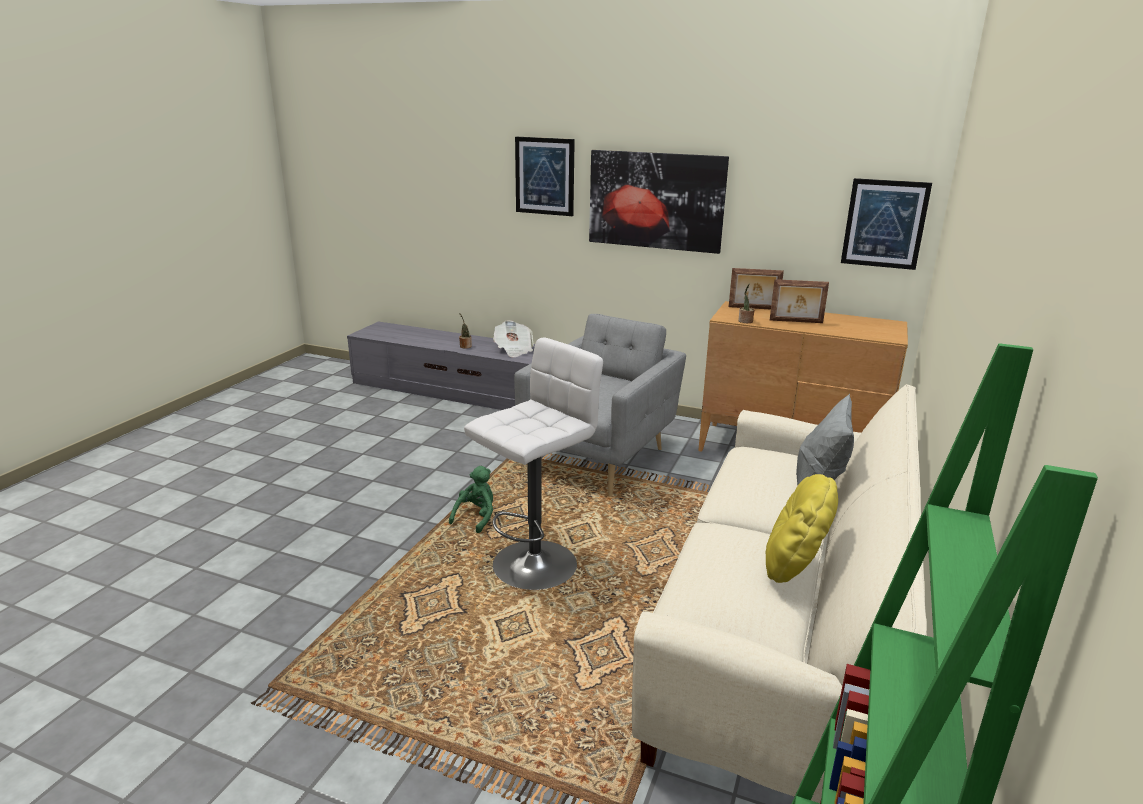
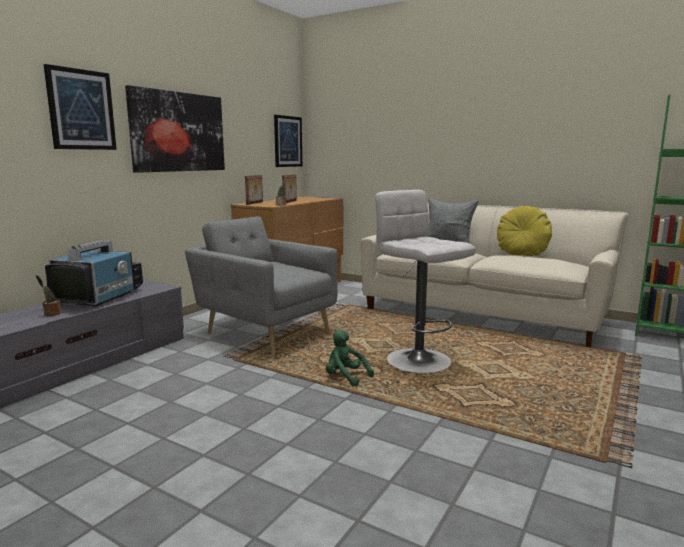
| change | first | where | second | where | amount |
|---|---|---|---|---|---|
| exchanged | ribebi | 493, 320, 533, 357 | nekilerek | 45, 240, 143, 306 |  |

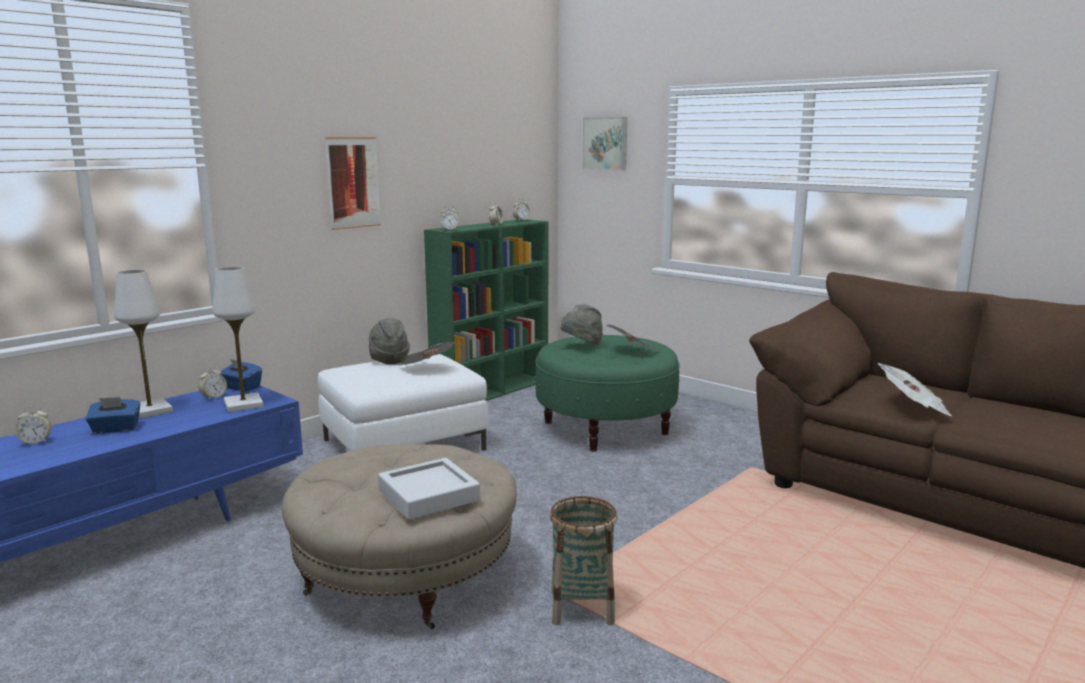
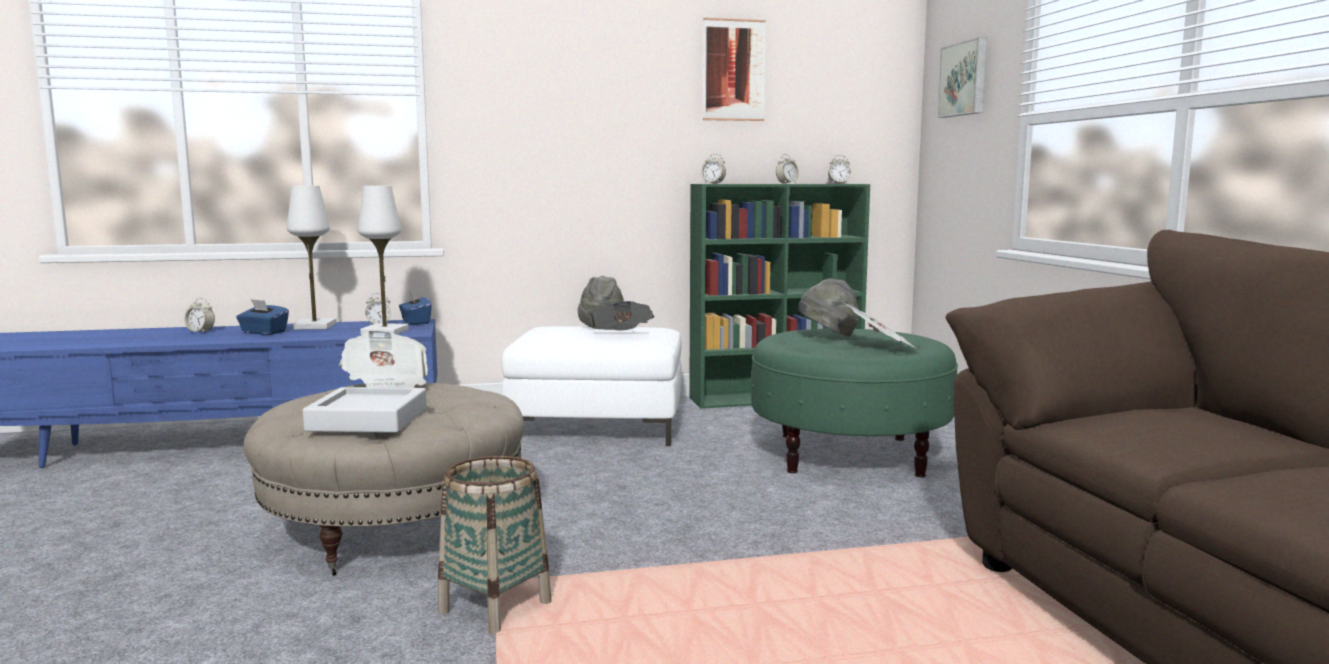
| change | first | where | second | where | amount |
|---|---|---|---|---|---|
| relocated | ribebi | 878, 363, 952, 416 |  | 339, 329, 428, 388 |  |
| relocated | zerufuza | 325, 137, 381, 230 |  | 703, 18, 766, 121 |  |

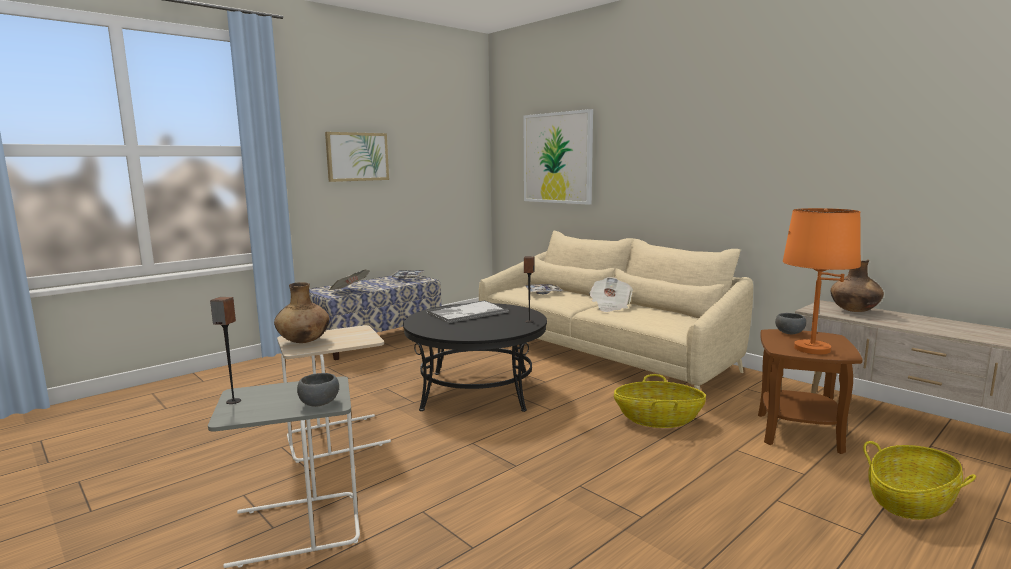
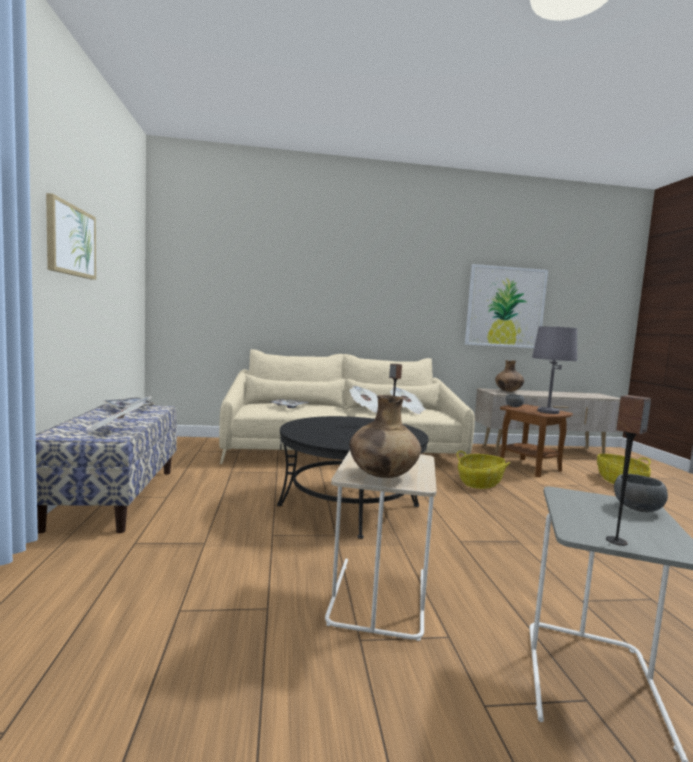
| change | first | where | second | where | amount |
|---|---|---|---|---|---|
| appeared |  |  | ribebi | 390, 387, 426, 414 |  |
| relocated | zerufuza | 523, 109, 593, 205 |  | 465, 264, 548, 348 |  |
| colour | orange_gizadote | 783, 208, 861, 354 | grey_gizadote | 532, 326, 577, 414 |  |
| missing | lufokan | 427, 300, 509, 323 |  |  |  |

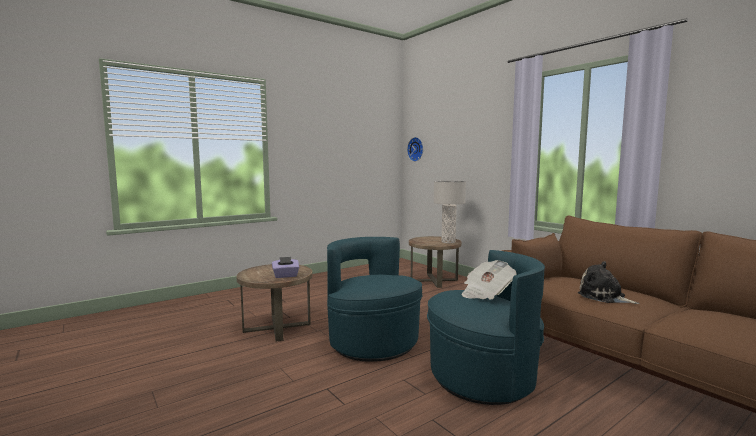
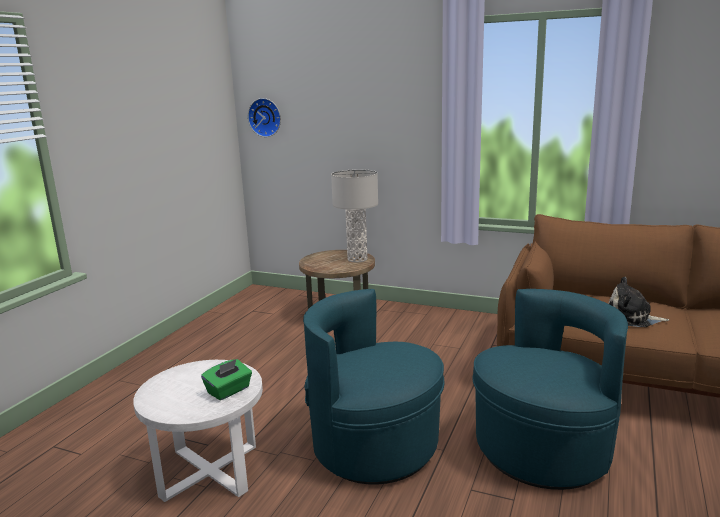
| change | first | where | second | where | amount |
|---|---|---|---|---|---|
| colour | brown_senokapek | 237, 264, 312, 341 | white_senokapek | 133, 360, 263, 502 |  |
| colour | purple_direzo | 272, 257, 299, 278 | green_direzo | 201, 359, 252, 400 |  |
| missing | ribebi | 462, 260, 517, 300 |  |  |  |

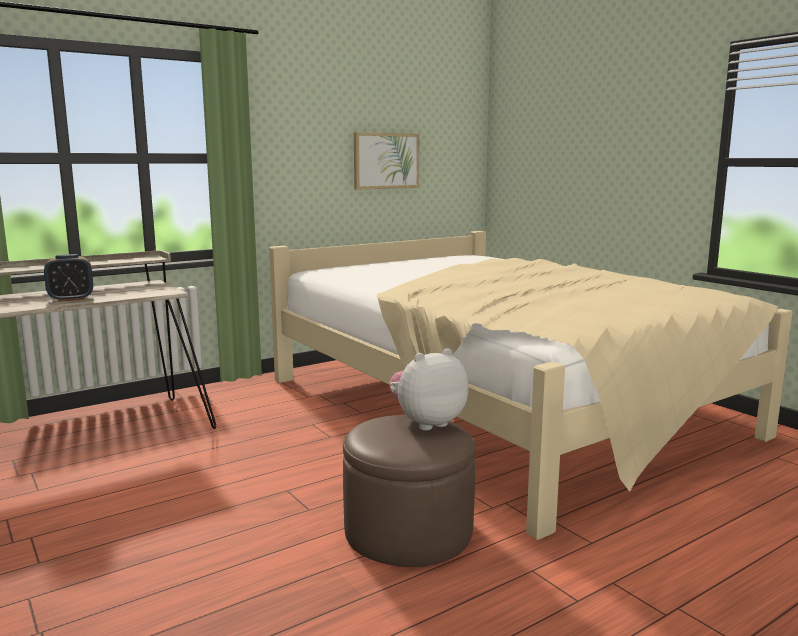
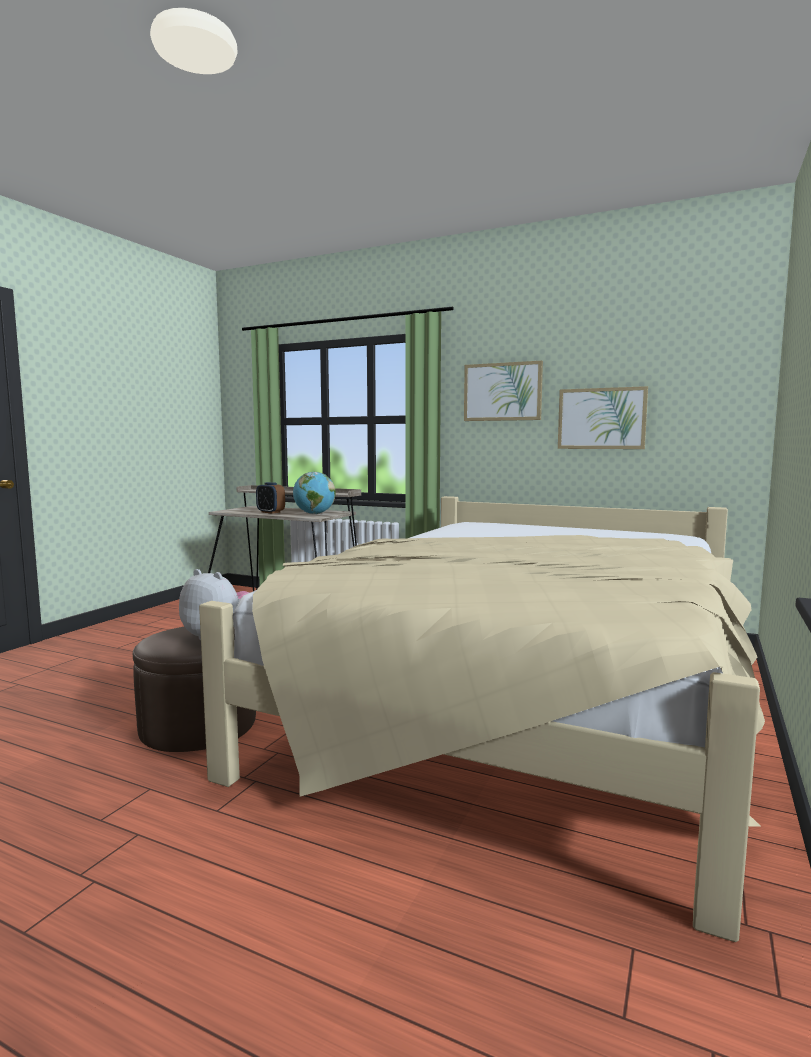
| change | first | where | second | where | amount |
|---|---|---|---|---|---|
| appeared |  |  | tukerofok | 293, 472, 336, 514 |  |
| appeared |  |  | zerufuza | 464, 361, 543, 421 |  |

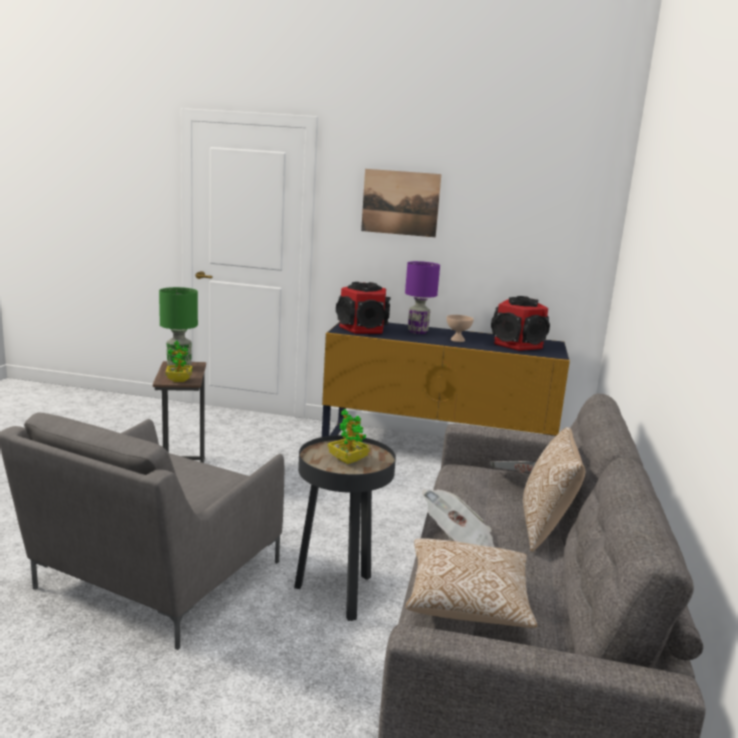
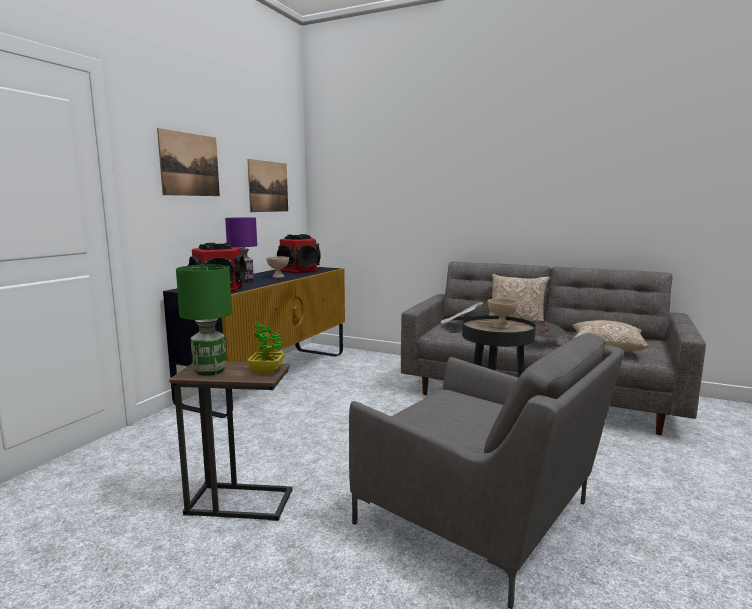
| change | first | where | second | where | amount |
|---|---|---|---|---|---|
| appeared |  |  | zerufuza | 248, 159, 288, 212 |  |
| exchanged | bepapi | 328, 409, 370, 464 | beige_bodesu | 487, 298, 519, 329 |  |

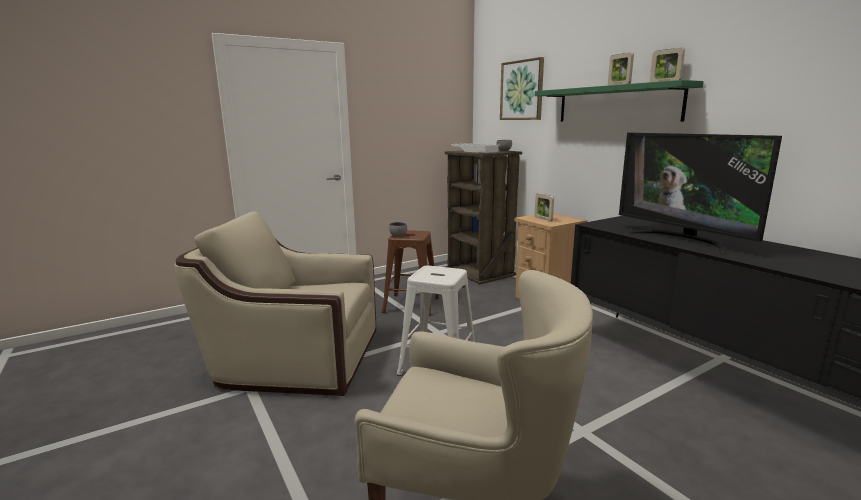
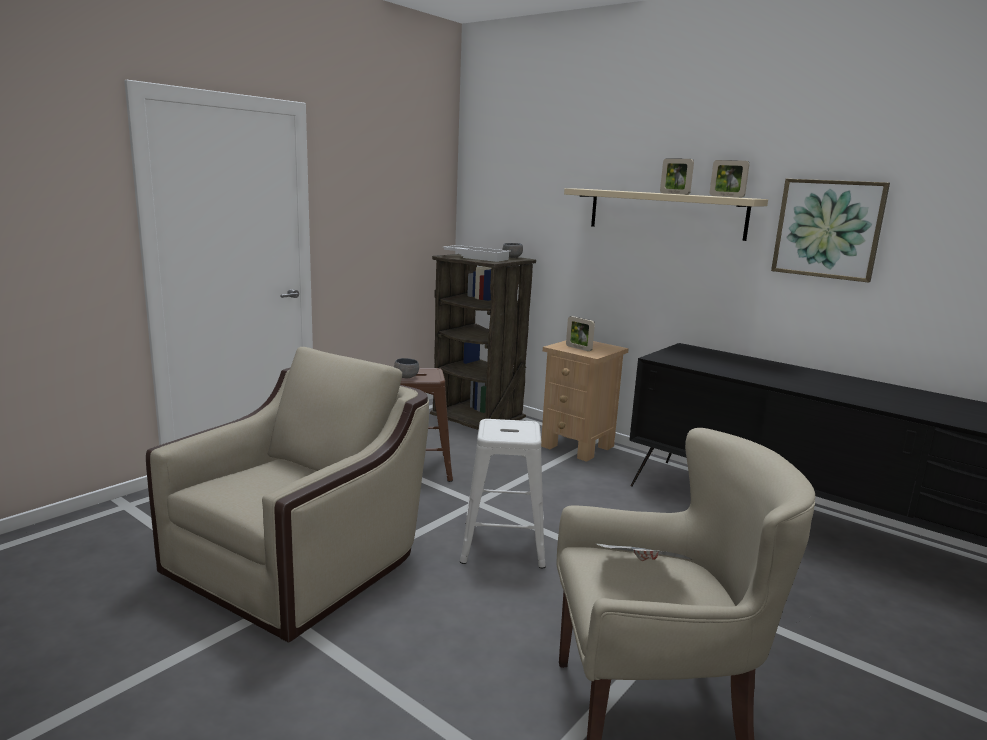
| change | first | where | second | where | amount |
|---|---|---|---|---|---|
| spun | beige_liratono | 175, 211, 377, 396 |  | 146, 347, 429, 643 | 135 degrees clockwise |
| colour | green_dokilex | 535, 80, 704, 122 | beige_dokilex | 564, 188, 768, 241 |  |
| appeared |  |  | ribebi | 595, 543, 693, 561 |  |
| relocated | zerufuza | 500, 57, 544, 120 |  | 771, 179, 890, 283 |  |
| missing | nekilerek | 619, 133, 782, 253 |  |  |  |

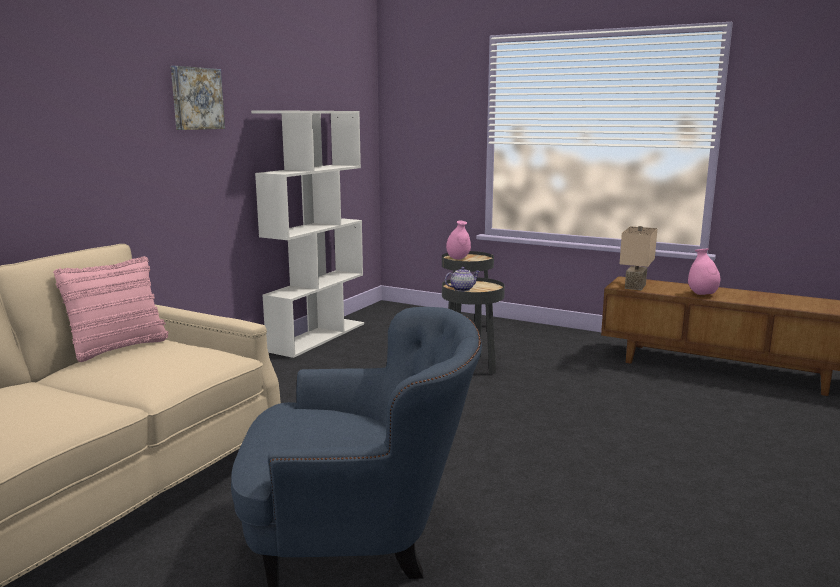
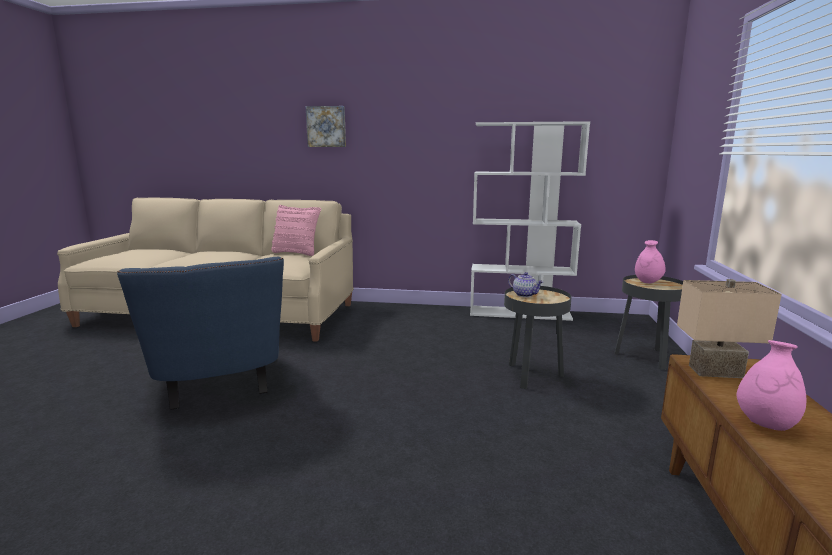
| change | first | where | second | where | amount |
|---|---|---|---|---|---|
| relocated | zerufuza | 171, 66, 225, 130 |  | 306, 106, 346, 147 |  |

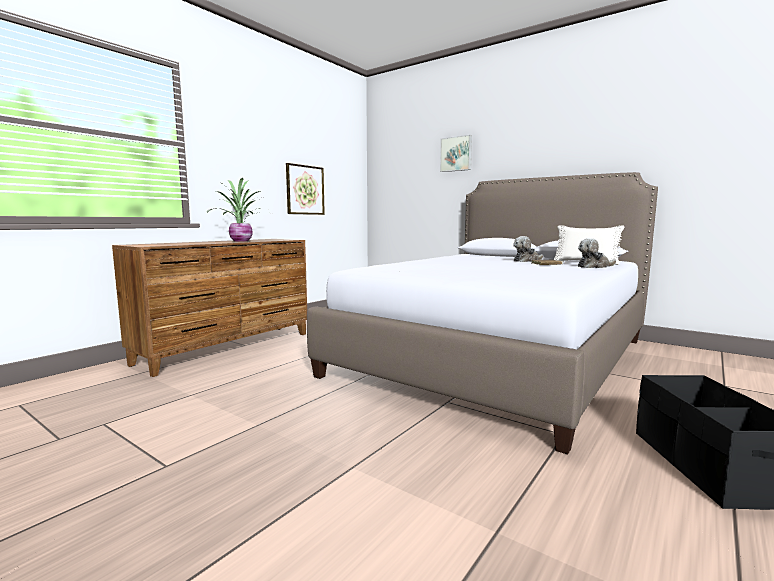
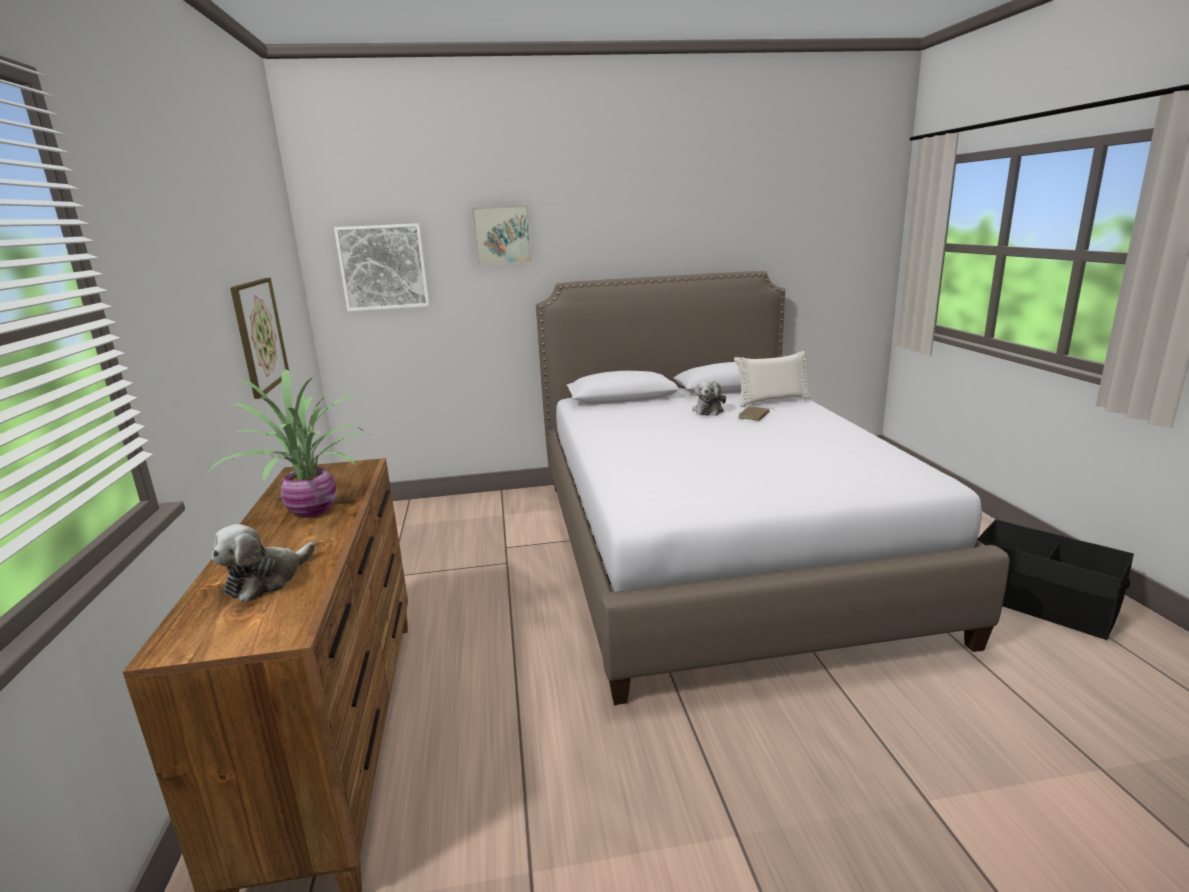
| change | first | where | second | where | amount |
|---|---|---|---|---|---|
| relocated | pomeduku | 578, 238, 616, 268 |  | 212, 524, 315, 602 |  |
| appeared |  |  | zerufuza | 334, 223, 430, 312 |  |

